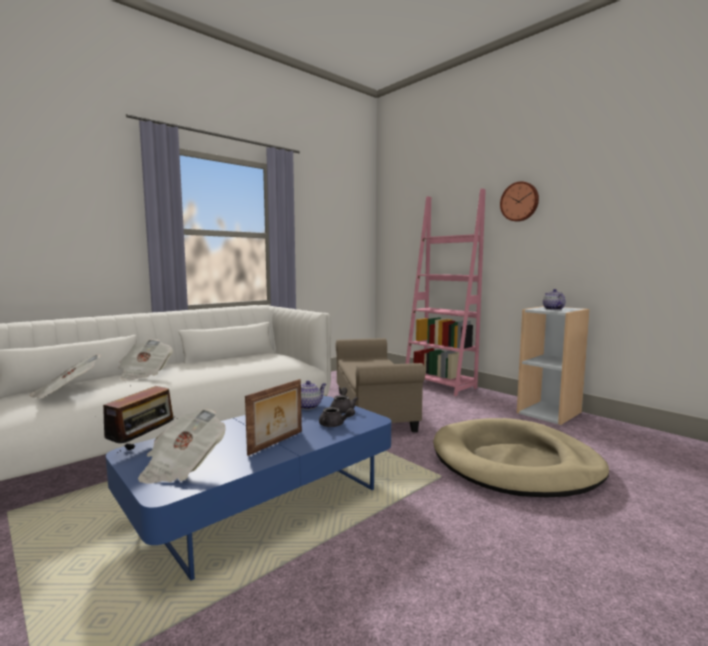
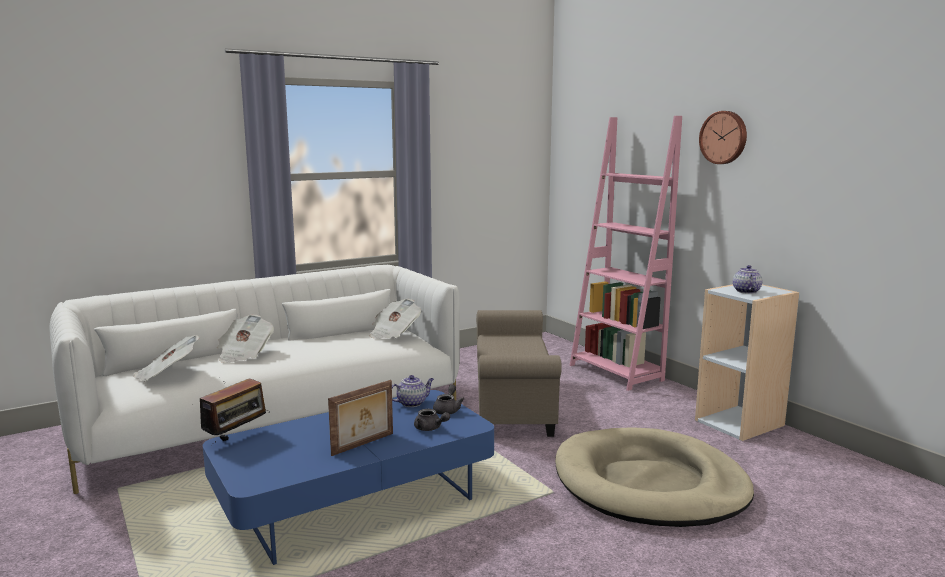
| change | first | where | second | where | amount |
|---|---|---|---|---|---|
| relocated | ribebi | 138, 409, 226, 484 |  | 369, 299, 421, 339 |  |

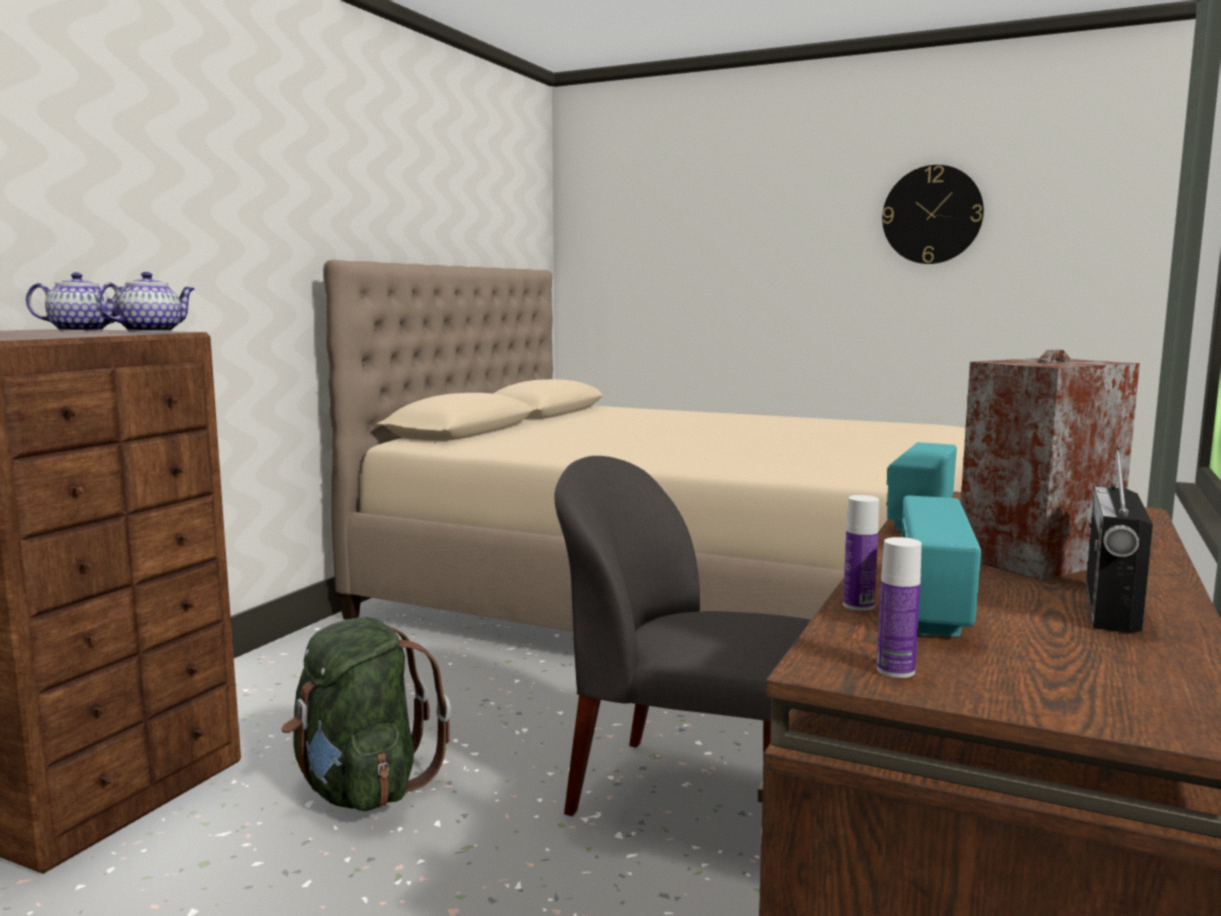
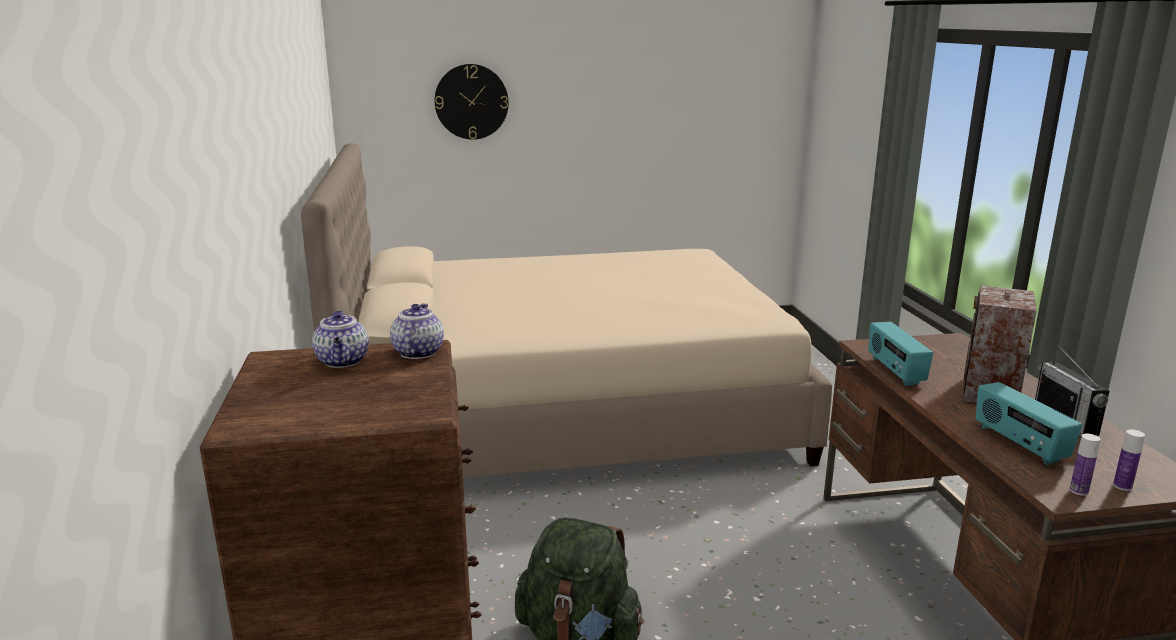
| change | first | where | second | where | amount |
|---|---|---|---|---|---|
| spun | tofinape | 26, 272, 123, 332 |  | 312, 310, 369, 368 | 120 degrees clockwise |
| relocated | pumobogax | 882, 165, 984, 264 |  | 435, 64, 509, 140 |  |
| relocated | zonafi | 843, 495, 879, 611 |  | 1113, 429, 1145, 491 |  |
| missing | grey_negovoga | 555, 456, 811, 816 |  |  |  |

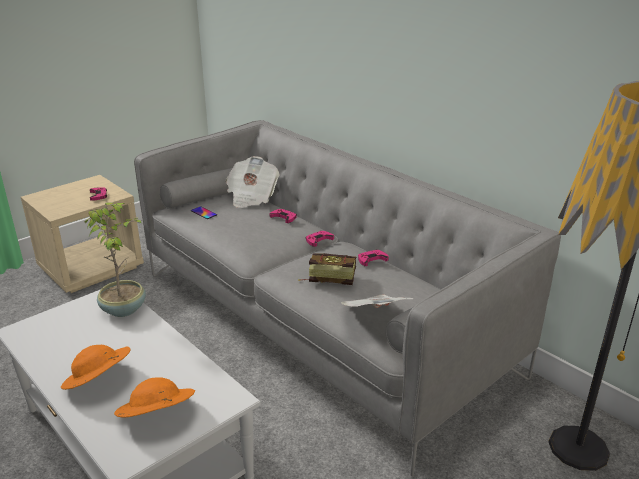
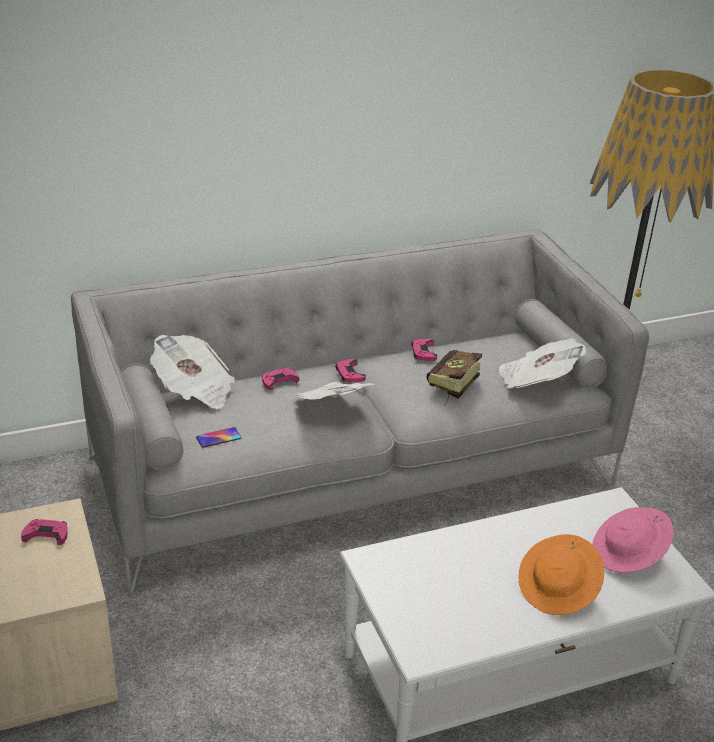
| change | first | where | second | where | amount |
|---|---|---|---|---|---|
| appeared |  |  | ribebi | 294, 382, 375, 400 |  |
| colour | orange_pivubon | 114, 377, 195, 418 | pink_pivubon | 592, 507, 674, 573 |  |
| missing | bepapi | 84, 202, 146, 317 |  |  |  |

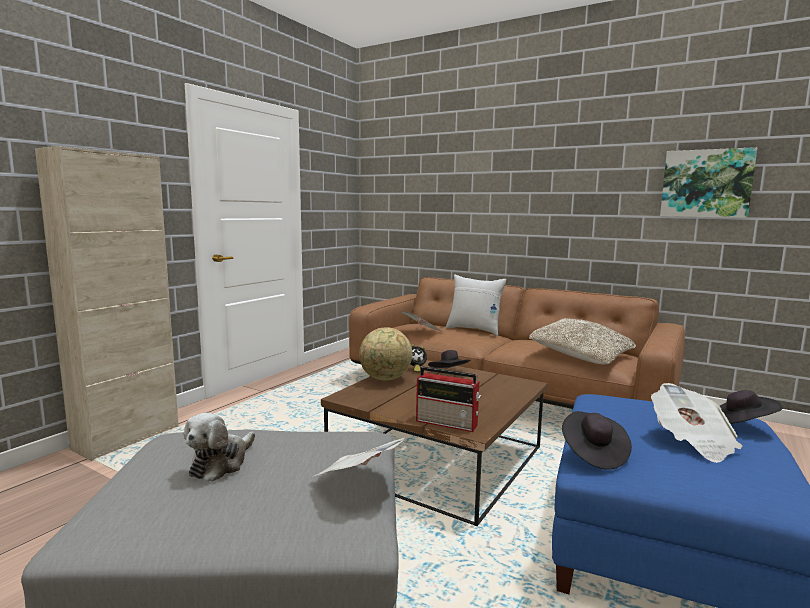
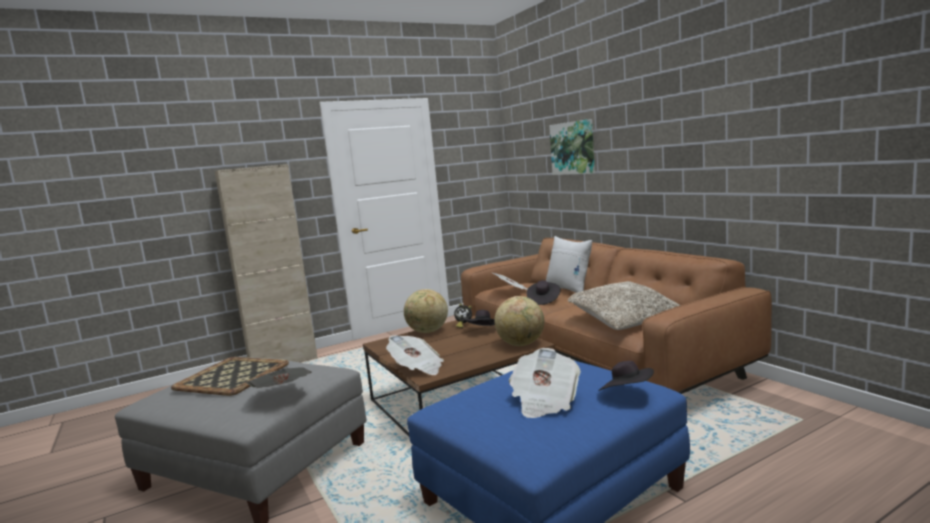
| change | first | where | second | where | amount |
|---|---|---|---|---|---|
| exchanged | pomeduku | 184, 413, 255, 482 | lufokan | 171, 357, 289, 396 |  |
| exchanged | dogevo | 416, 367, 481, 432 | ribebi | 386, 335, 444, 375 |  |
| appeared |  |  | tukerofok | 494, 296, 544, 346 |  |
| relocated | black_pivubon | 562, 411, 632, 470 |  | 527, 280, 560, 305 |  |
| relocated | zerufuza | 660, 147, 758, 218 |  | 549, 119, 595, 175 |  |

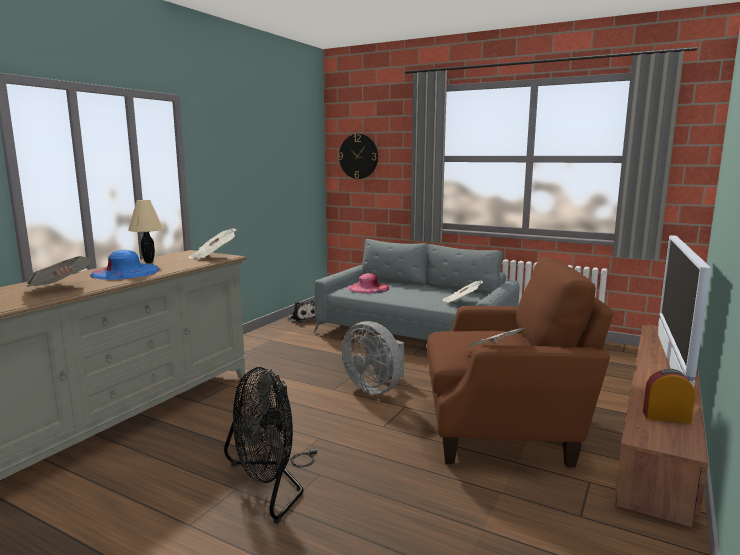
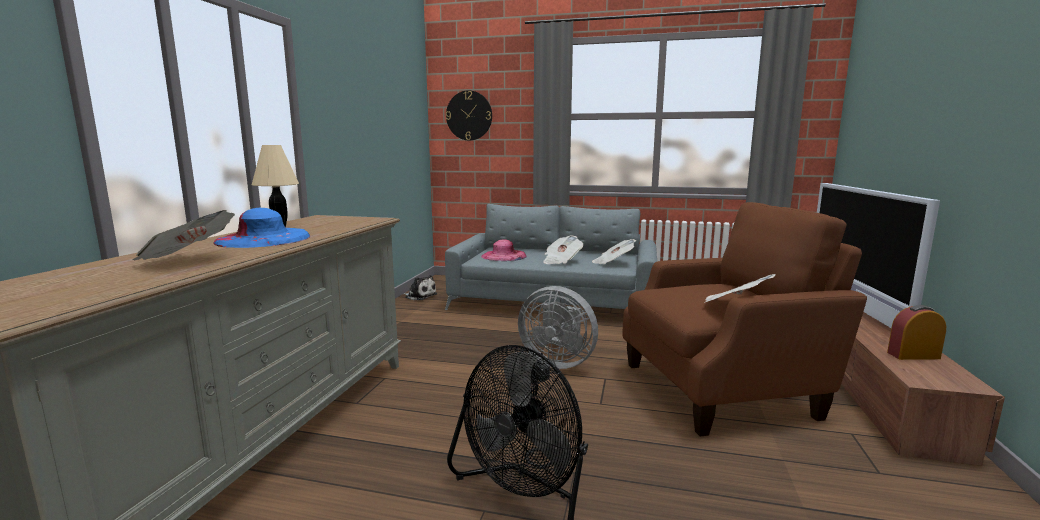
| change | first | where | second | where | amount |
|---|---|---|---|---|---|
| relocated | ribebi | 188, 228, 236, 259 |  | 543, 235, 583, 264 |  |

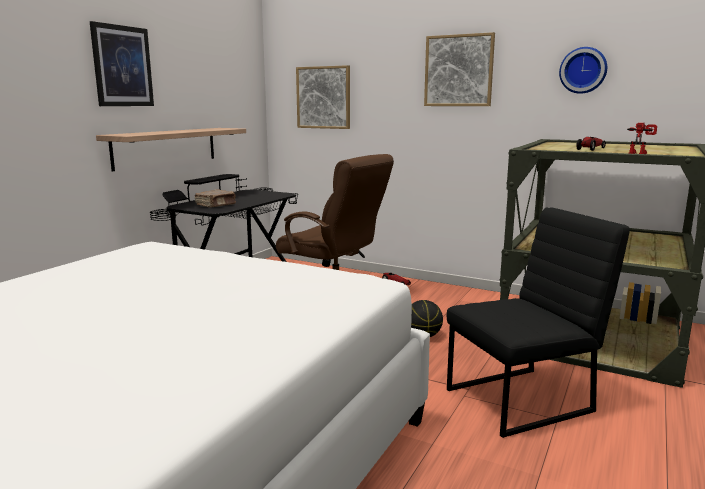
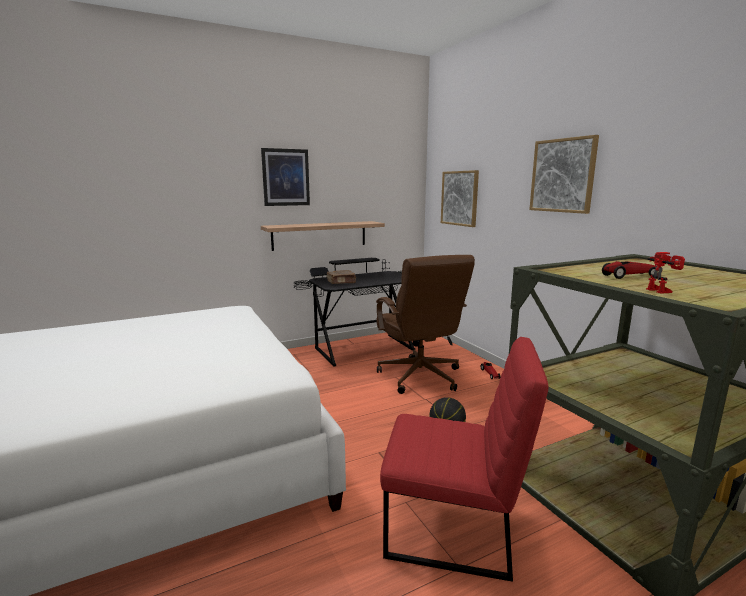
| change | first | where | second | where | amount |
|---|---|---|---|---|---|
| colour | black_negovoga | 447, 207, 630, 438 | red_negovoga | 380, 337, 549, 582 |  |
| missing | pumobogax | 559, 47, 607, 94 |  |  |  |

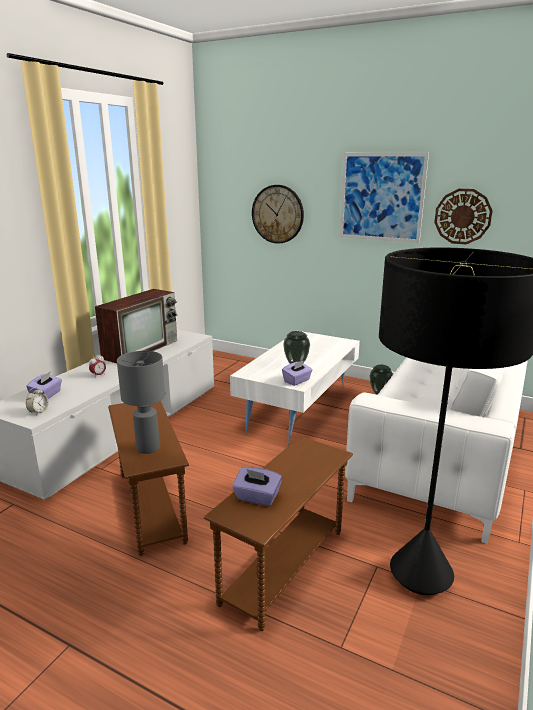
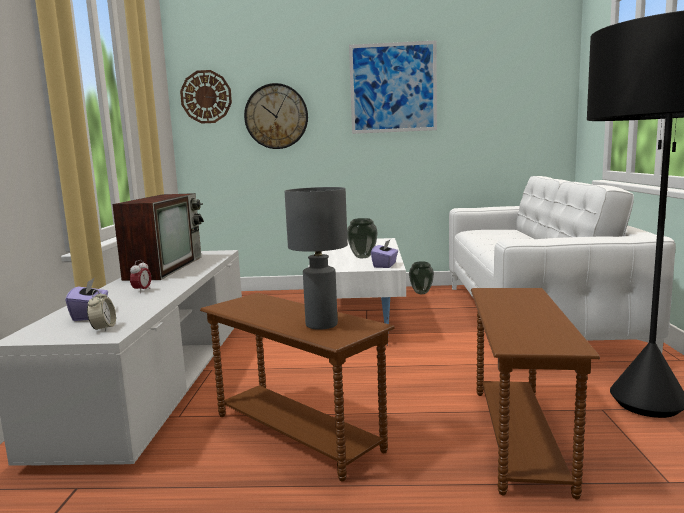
| change | first | where | second | where | amount |
|---|---|---|---|---|---|
| relocated | pumobogax | 434, 189, 493, 245 |  | 180, 70, 232, 124 |  |
| missing | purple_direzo | 232, 467, 282, 506 |  |  |  |

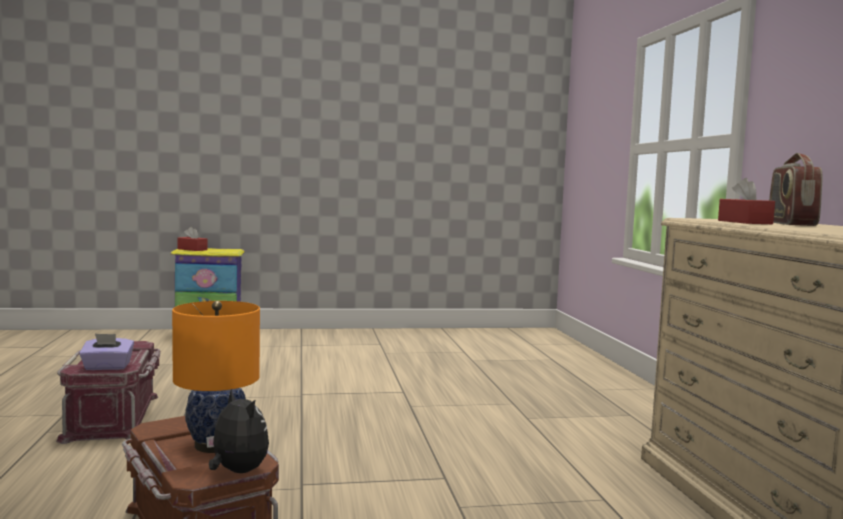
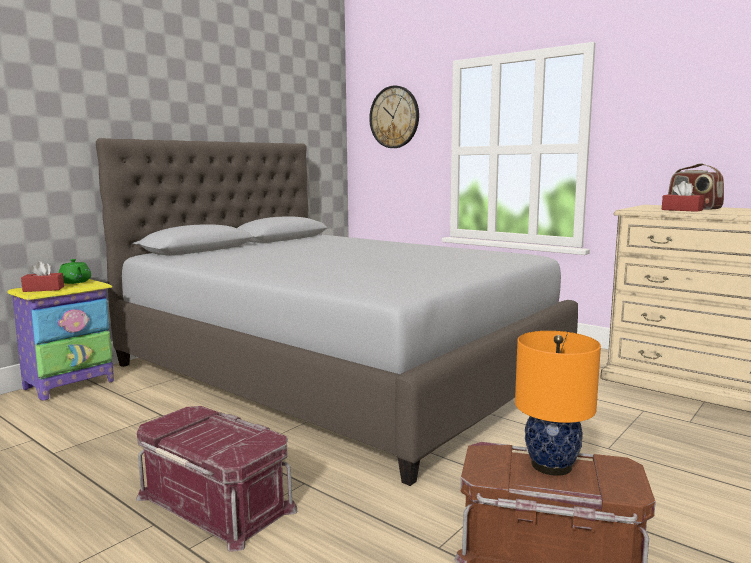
| change | first | where | second | where | amount |
|---|---|---|---|---|---|
| appeared |  |  | green_tofinape | 59, 259, 91, 284 |  |
| appeared |  |  | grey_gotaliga | 96, 138, 578, 486 |  |
| appeared |  |  | pumobogax | 369, 86, 419, 148 |  |
| missing | purple_direzo | 79, 334, 134, 370 |  |  |  |
| missing | pomeduku | 206, 389, 269, 473 |  |  |  |

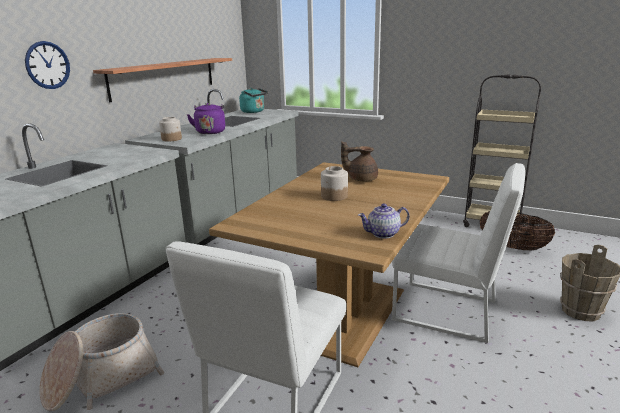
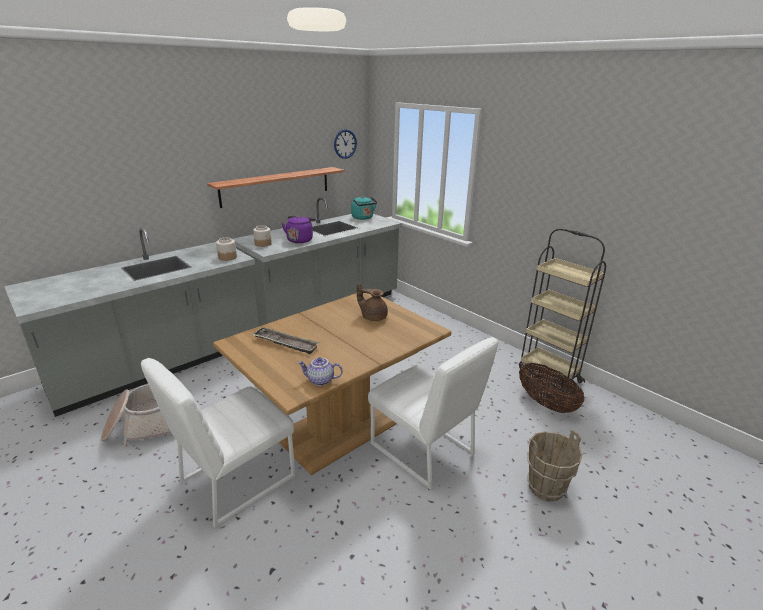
| change | first | where | second | where | amount |
|---|---|---|---|---|---|
| relocated | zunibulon | 321, 166, 348, 201 |  | 216, 237, 237, 261 |  |
| appeared |  |  | lufokan | 252, 327, 319, 354 |  |
| relocated | pumobogax | 25, 41, 70, 89 |  | 334, 129, 357, 159 |  |

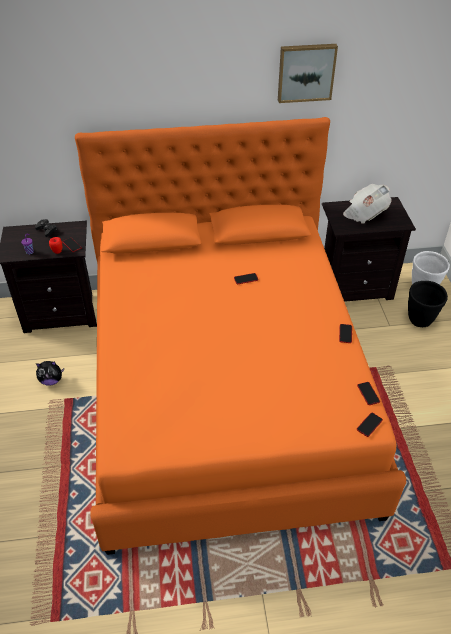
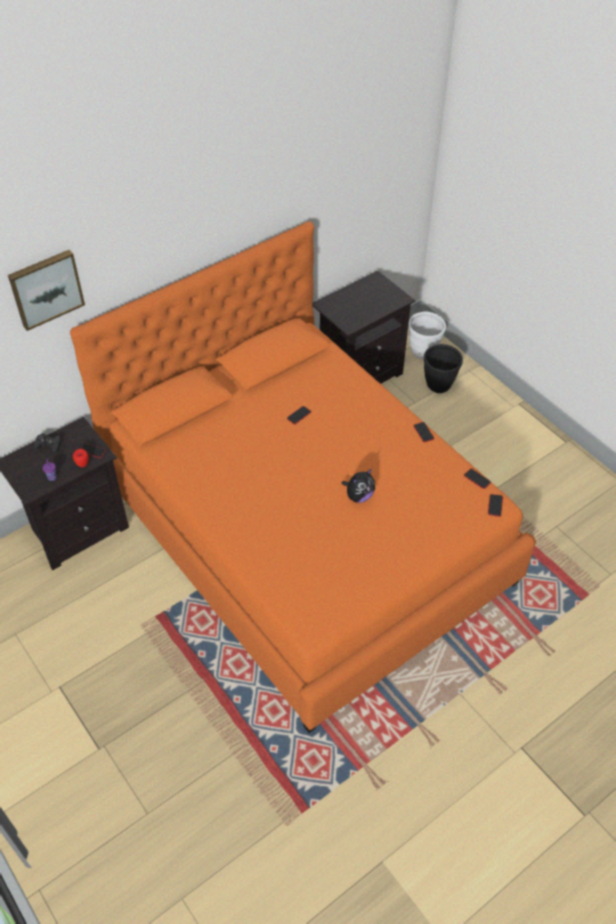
| change | first | where | second | where | amount |
|---|---|---|---|---|---|
| relocated | zerufuza | 278, 44, 338, 103 |  | 8, 250, 85, 331 |  |
| relocated | pomeduku | 36, 361, 64, 386 |  | 342, 469, 375, 503 |  |
| missing | ribebi | 343, 184, 391, 224 |  |  |  |

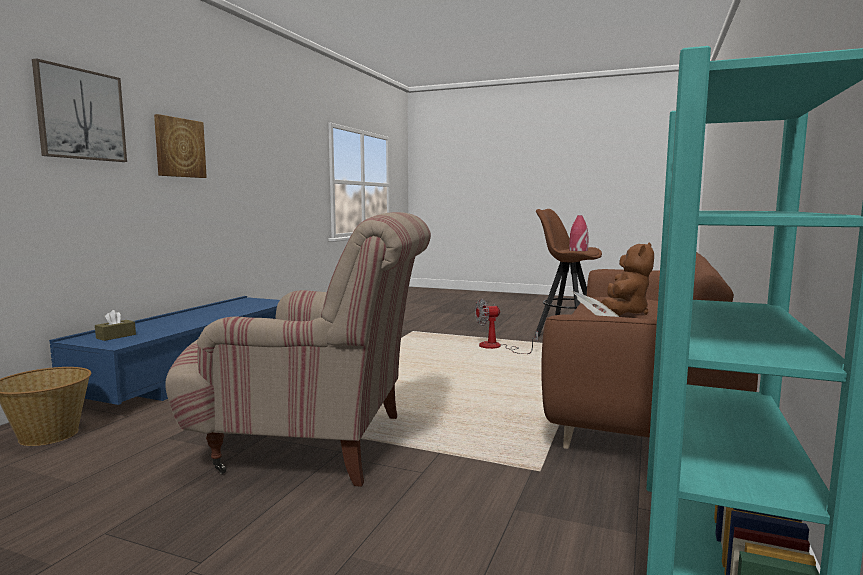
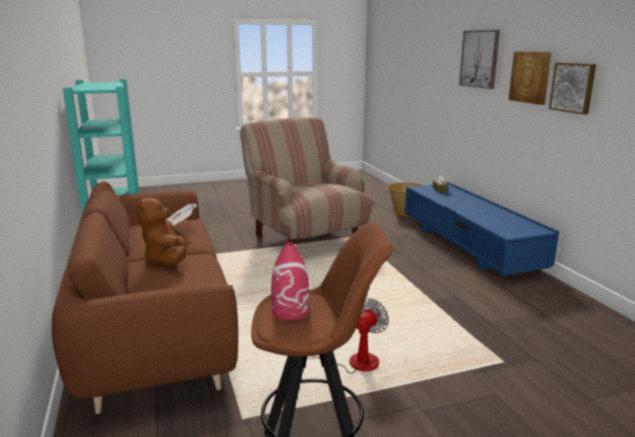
| change | first | where | second | where | amount |
|---|---|---|---|---|---|
| spun | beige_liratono | 165, 212, 431, 487 |  | 240, 117, 373, 244 | 90 degrees clockwise |
| appeared |  |  | zerufuza | 549, 62, 596, 115 |  |

